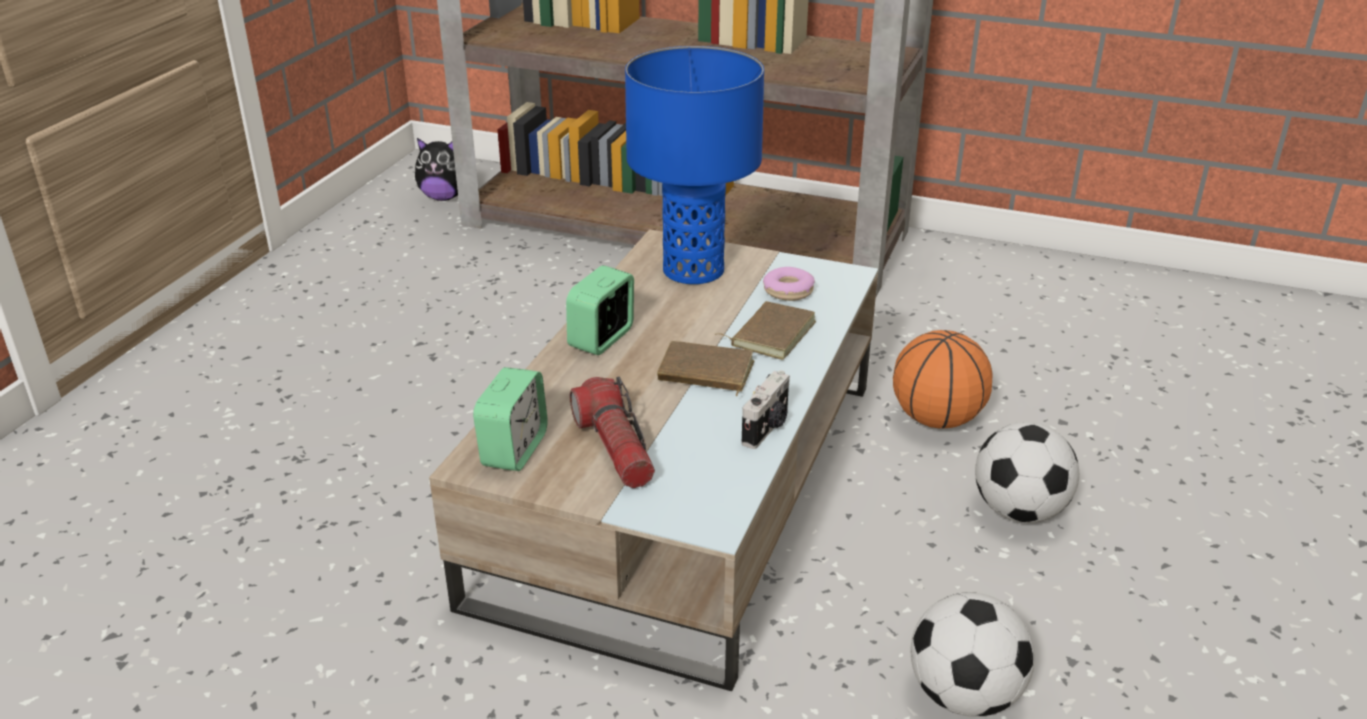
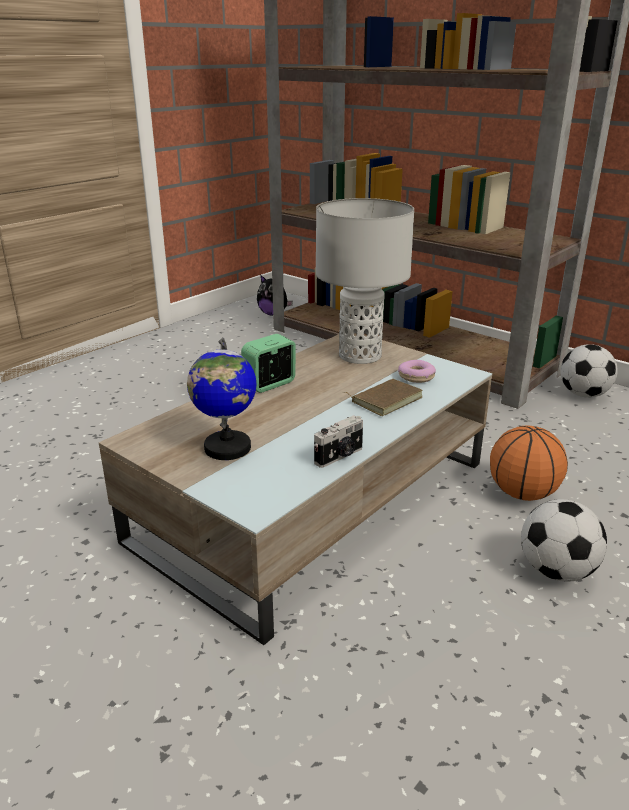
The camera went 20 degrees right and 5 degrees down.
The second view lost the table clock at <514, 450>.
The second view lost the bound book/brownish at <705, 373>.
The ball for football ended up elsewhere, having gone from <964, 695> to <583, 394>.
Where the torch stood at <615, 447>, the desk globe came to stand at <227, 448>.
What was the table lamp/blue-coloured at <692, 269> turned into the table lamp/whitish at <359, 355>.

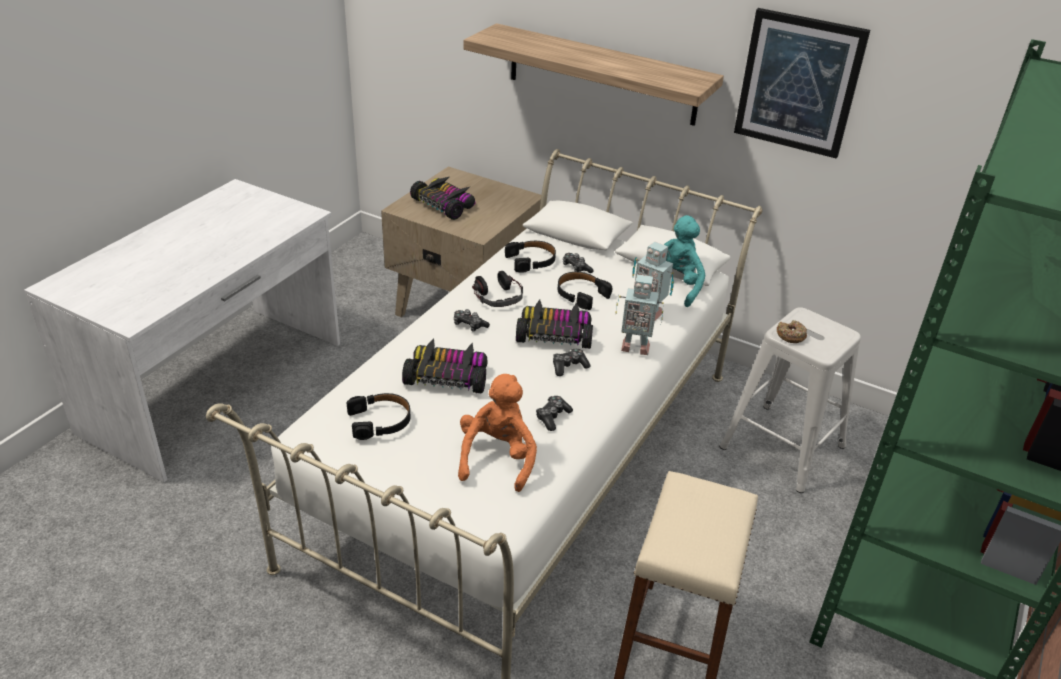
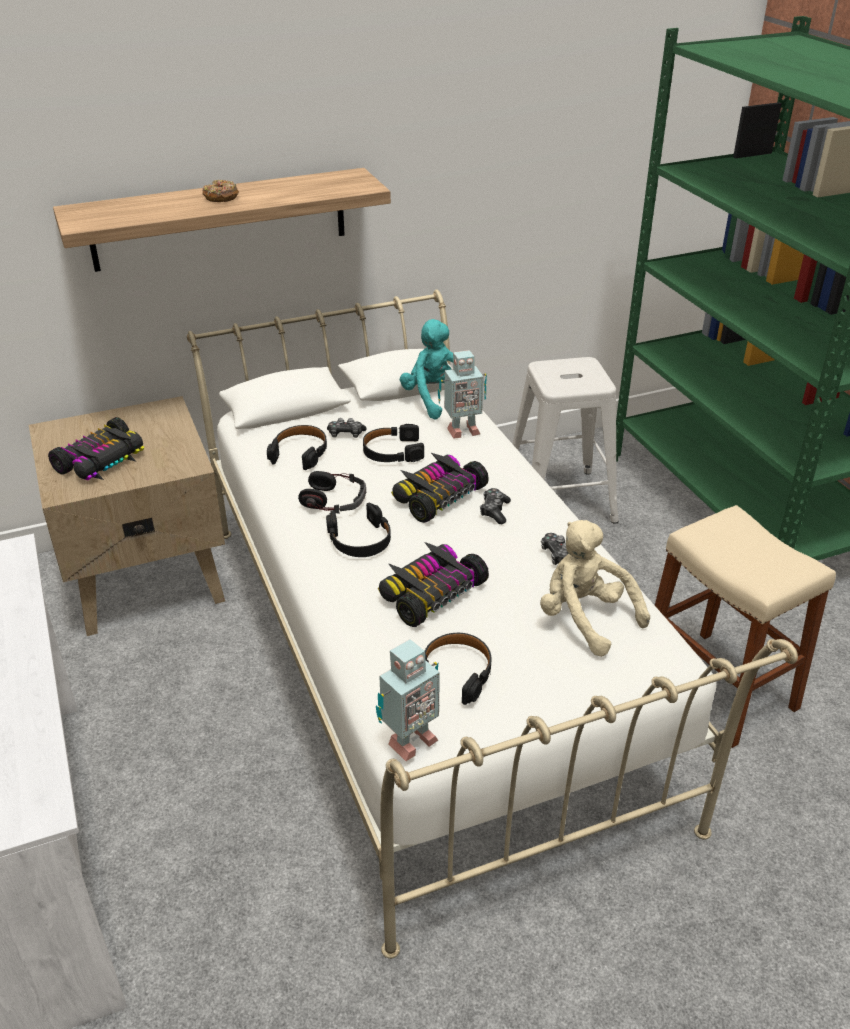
The camera went 50 degrees left and 0 degrees up.
The second view lost the wall picture at <798, 83>.
The robot figure ended up elsewhere, having gone from <634, 346> to <409, 741>.
The ring doughnut ended up elsewhere, having gone from <790, 336> to <221, 197>.
Where the gamepad stood at <469, 325>, the headphones/black came to stand at <360, 540>.
What was the cuddly toy/orangey at <497, 458> turned into the cuddly toy/sand-coloured at <585, 618>.
The toy car at <445, 205> ended up facing another way, 135 degrees clockwise from before.

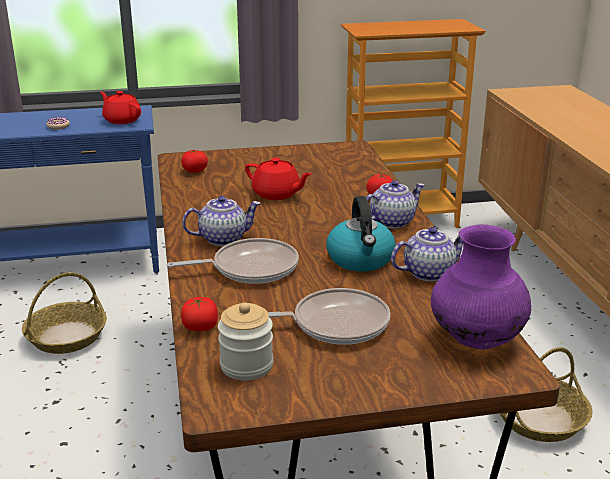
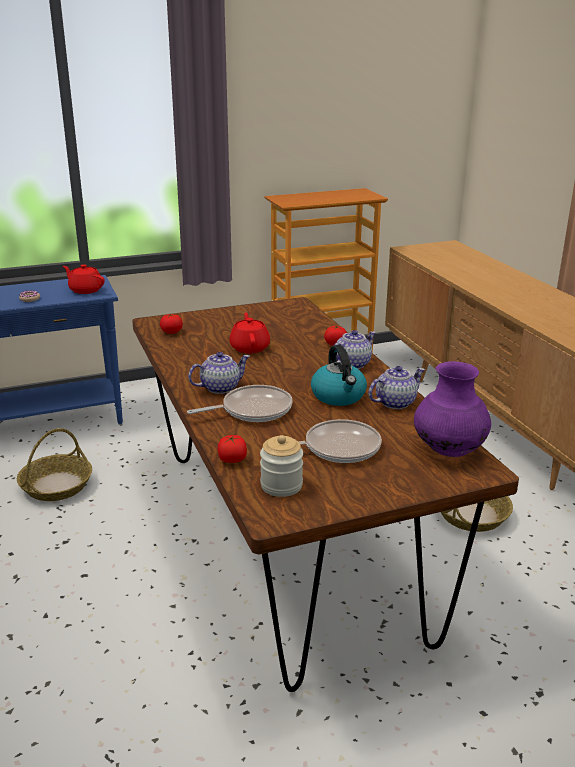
The camera went 10 degrees left and 0 degrees up.
The tea pot/red-coloured at <277, 194> ended up facing another way, 120 degrees counterclockwise from before.

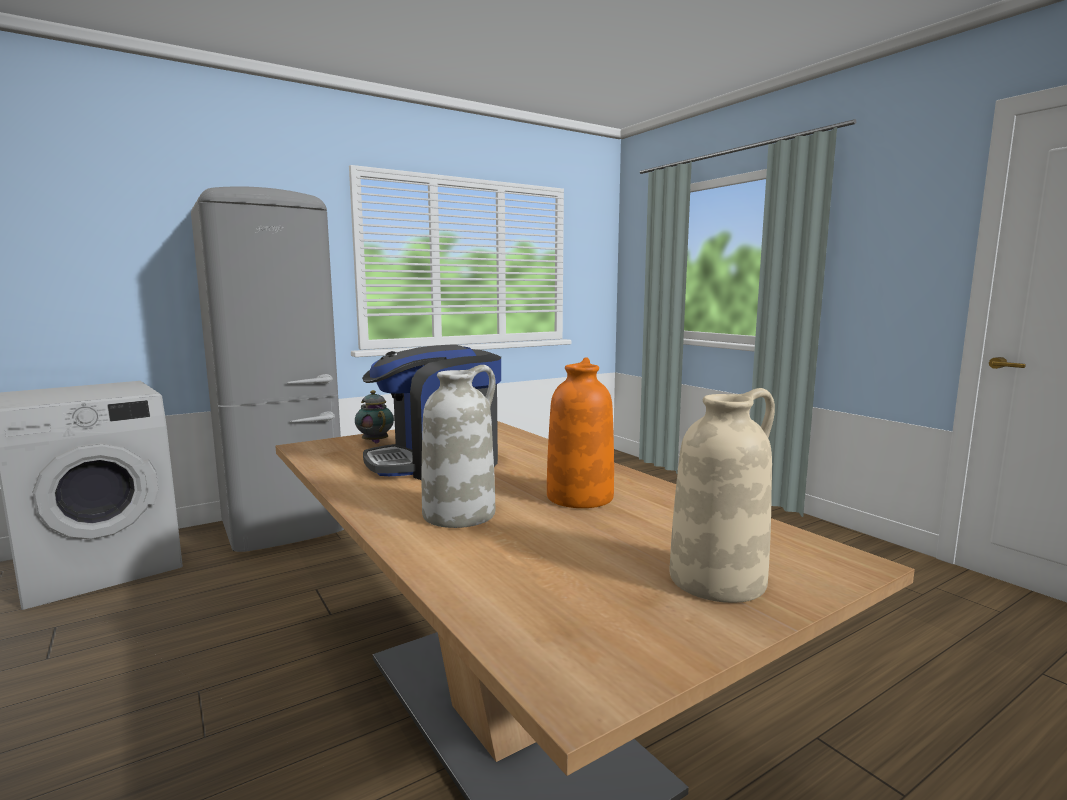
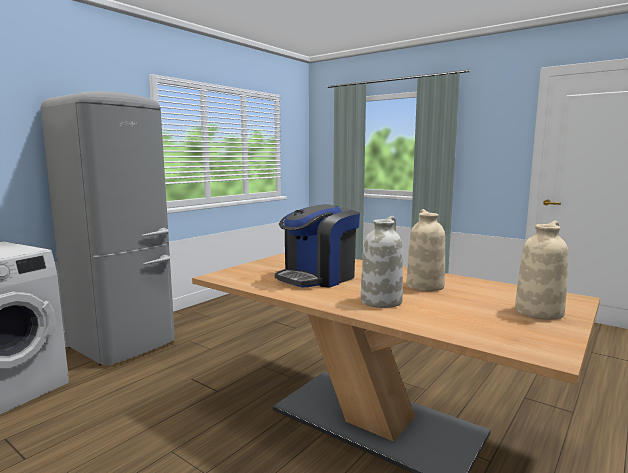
The camera went 20 degrees left and 0 degrees up.
The second view lost the tea pot at <375, 442>.
What was the decorative vase/orangey at <579, 496> turned into the decorative vase/sand-coloured at <424, 286>.

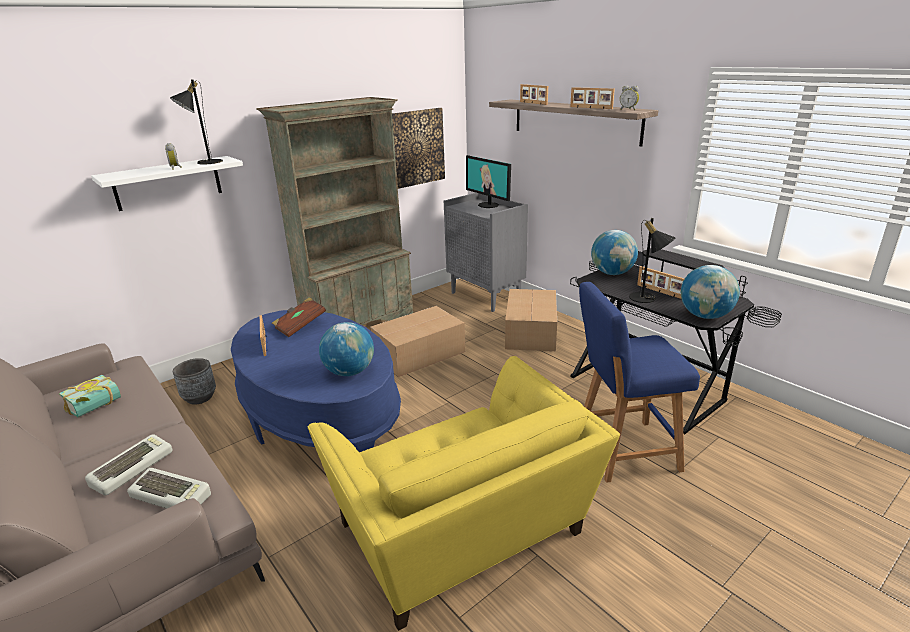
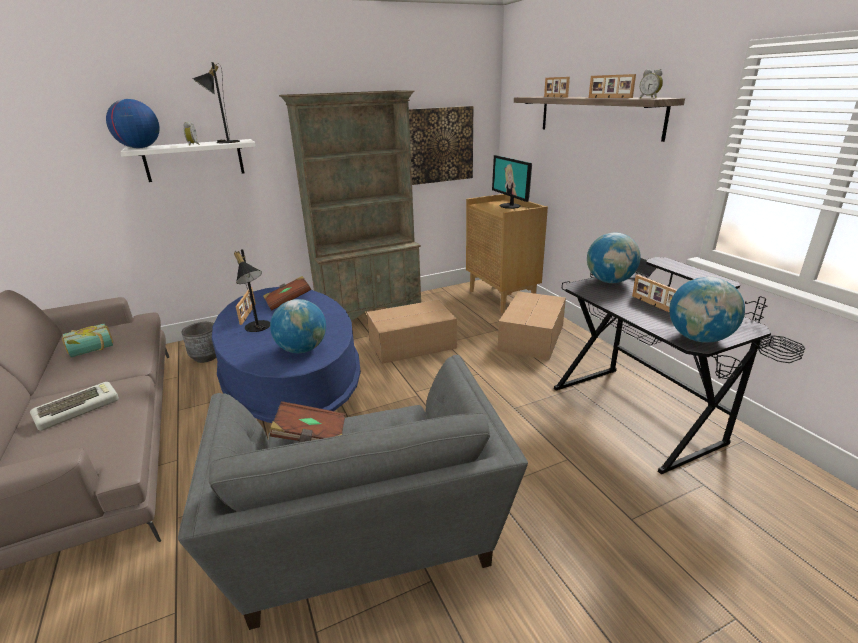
The camera went 15 degrees right and 0 degrees up.
The second view lost the PC keyboard at <173, 495>.
The second view lost the sitting stool/blue-coloured at <622, 451>.
The second view gained the desk globe at <139, 148>.
The second view gained the bound book/brownish at <311, 437>.
The table lamp/black ended up elsewhere, having gone from <647, 299> to <258, 328>.
What was the lounge chair/yellow-coloured at <463, 534> turned into the lounge chair/gray at <365, 537>.
What was the storage cabinet/gray at <486, 296> turned into the storage cabinet/brownish at <501, 298>.

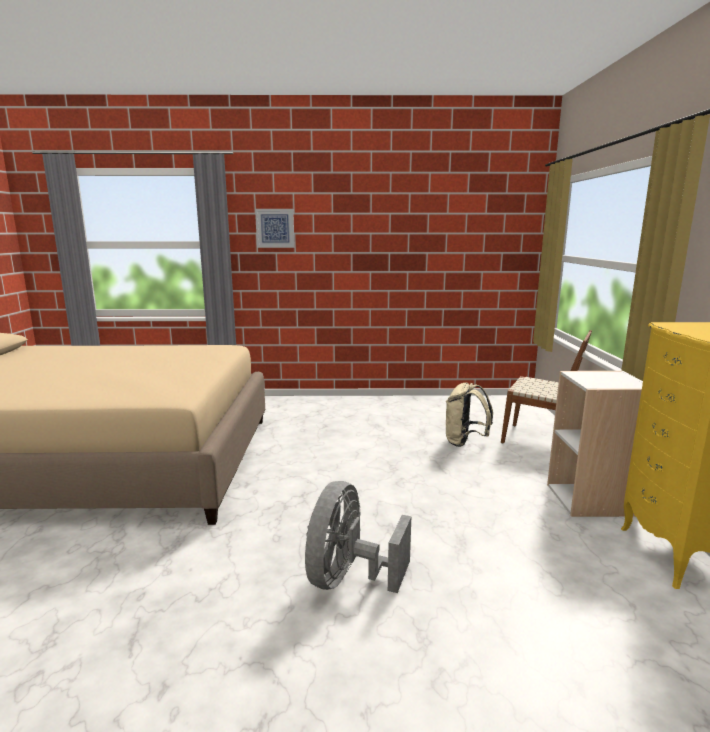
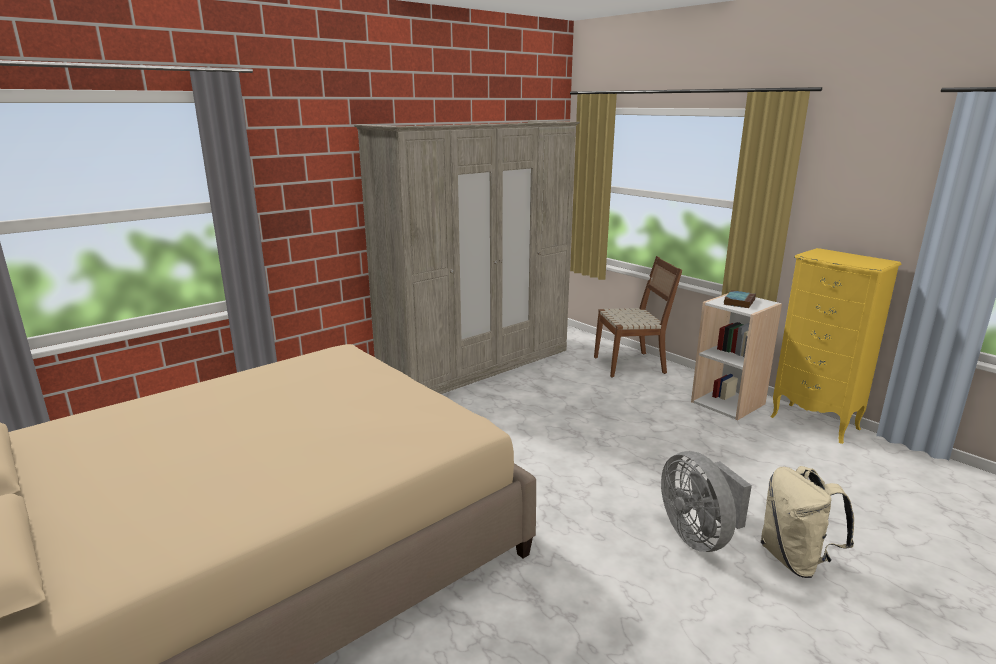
The camera went 40 degrees left and 5 degrees up.
The second view lost the wall picture at <275, 228>.
The second view gained the clothes cupboard/sand-coloured at <478, 365>.
The second view gained the bound book at <739, 302>.
The backpack/sand-coloured ended up elsewhere, having gone from <465, 442> to <795, 560>.

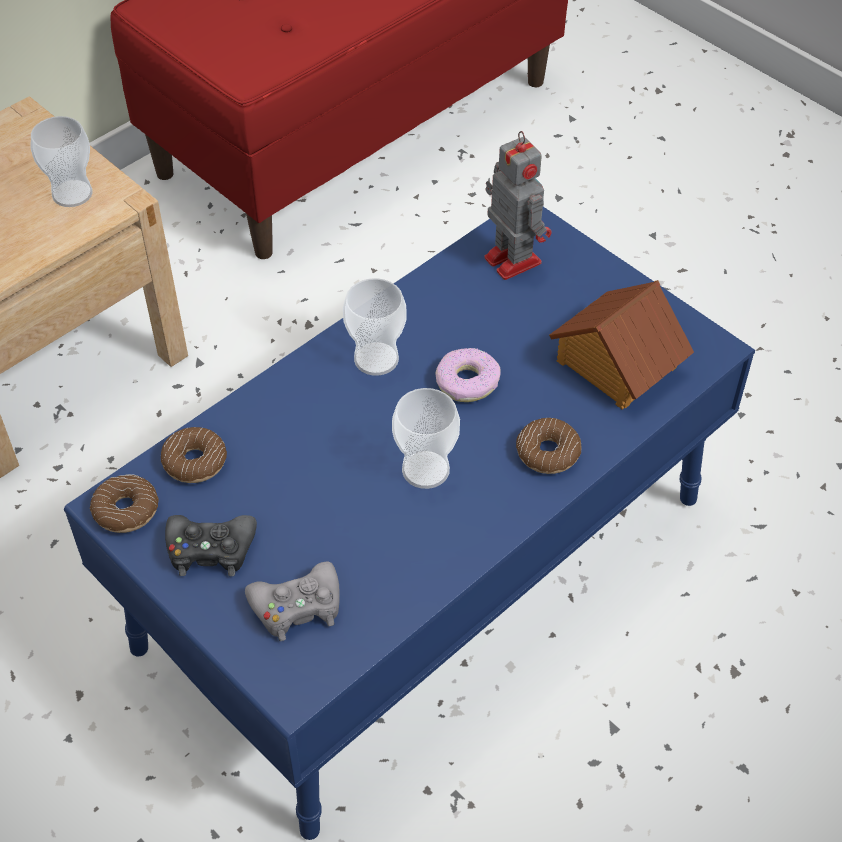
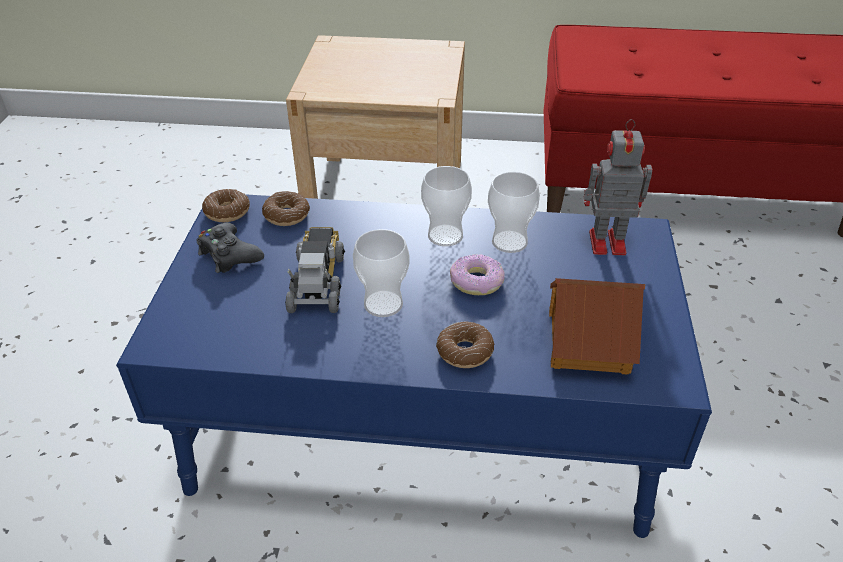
The camera went 50 degrees right and 10 degrees down.
The second view lost the gamepad/gray at <297, 607>.
The second view gained the model truck at <318, 280>.
The small cup ended up elsewhere, having gone from <72, 193> to <509, 242>.
The robot figure at <511, 258> ended up facing another way, 105 degrees counterclockwise from before.

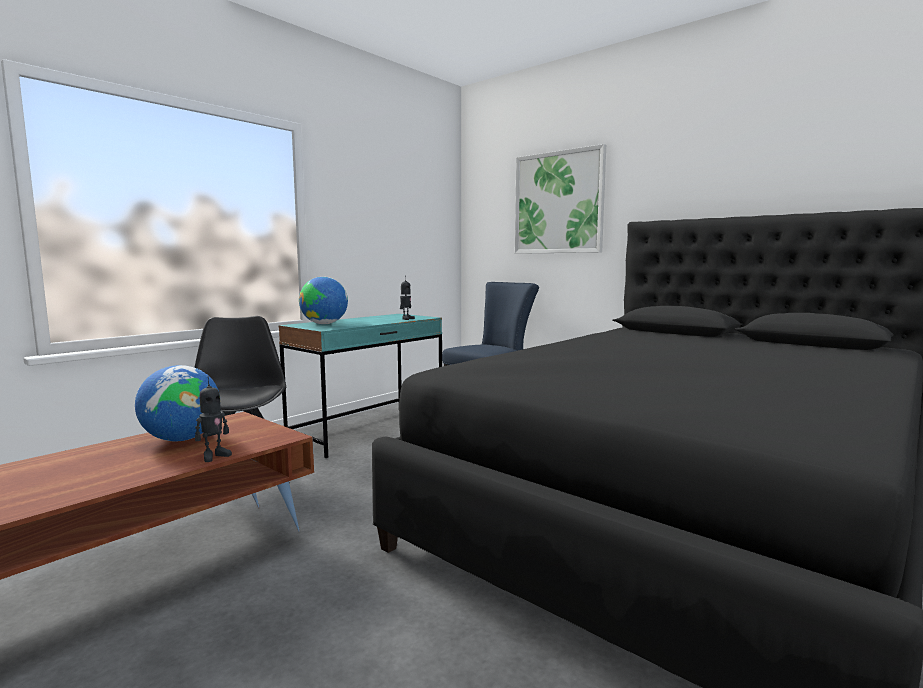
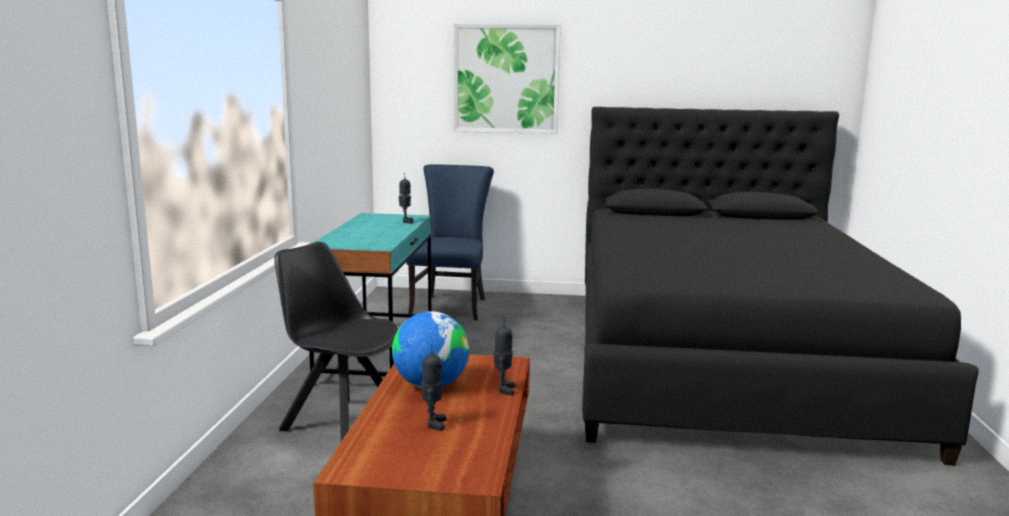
The camera went 35 degrees left and 5 degrees up.
The second view lost the desk globe at <324, 324>.
The second view gained the robot figure at <433, 424>.

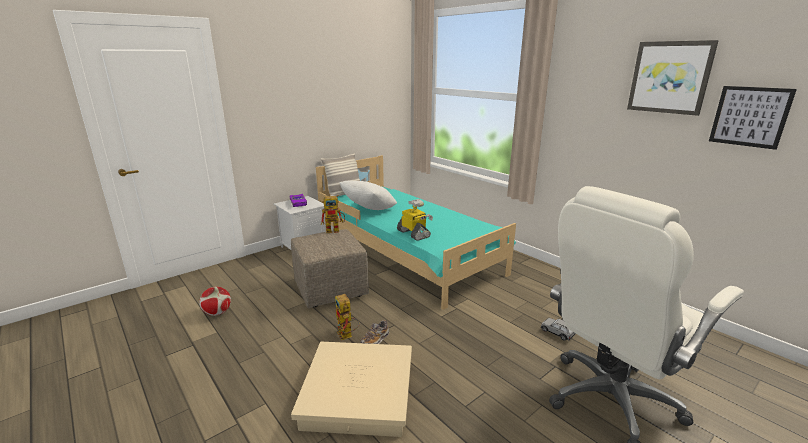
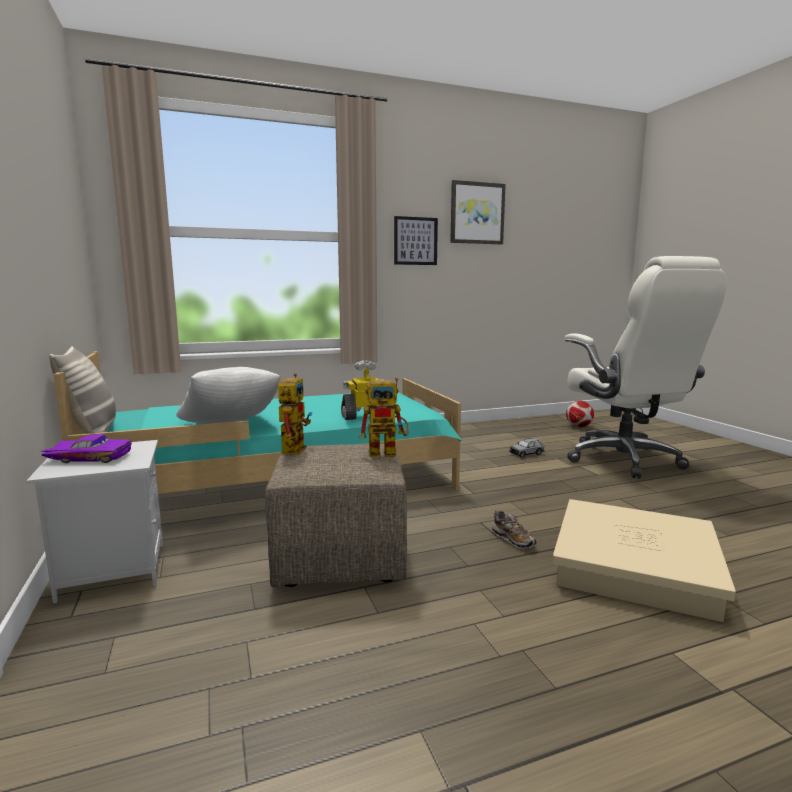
The camera went 70 degrees left and 10 degrees down.
The ball for football ended up elsewhere, having gone from <217, 313> to <578, 426>.
The robot figure ended up elsewhere, having gone from <347, 336> to <388, 452>.
The wall picture ended up elsewhere, having gone from <749, 116> to <415, 241>.

